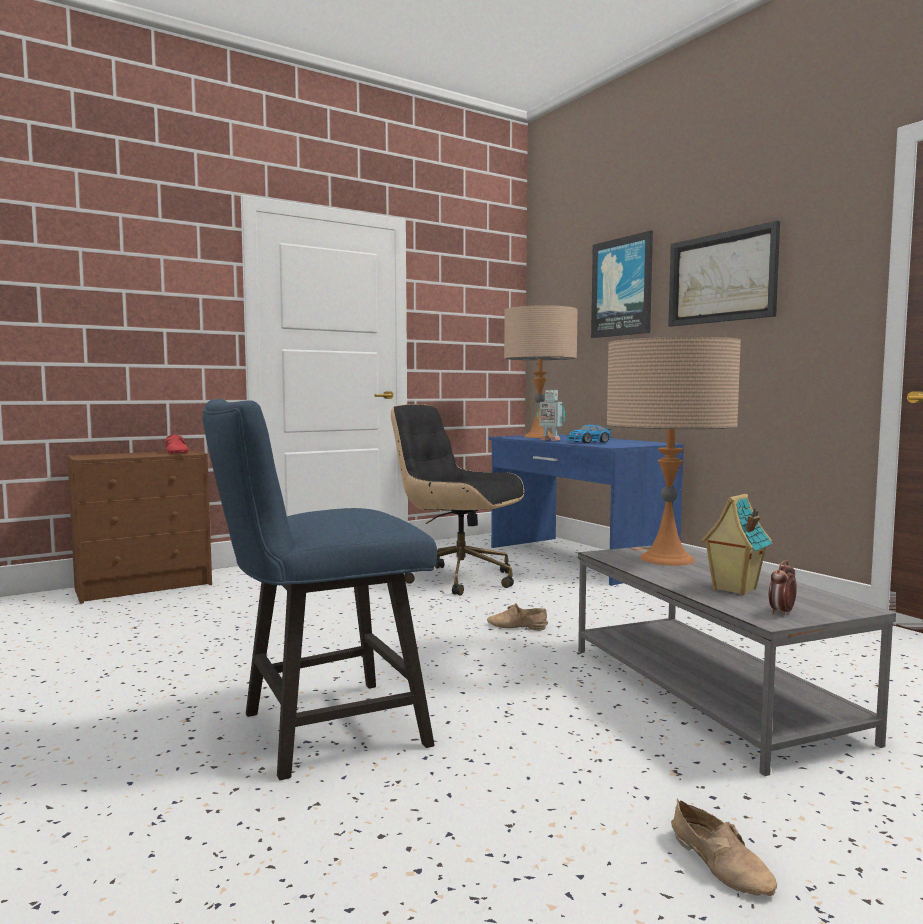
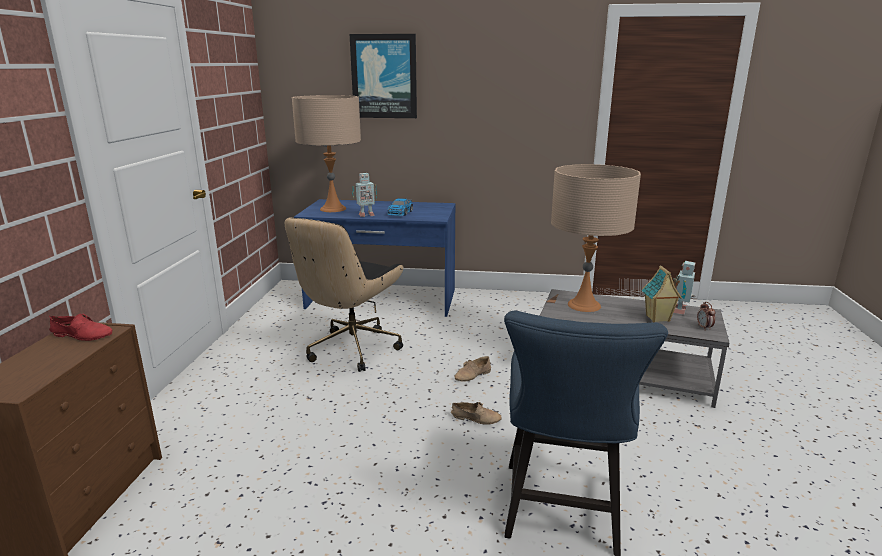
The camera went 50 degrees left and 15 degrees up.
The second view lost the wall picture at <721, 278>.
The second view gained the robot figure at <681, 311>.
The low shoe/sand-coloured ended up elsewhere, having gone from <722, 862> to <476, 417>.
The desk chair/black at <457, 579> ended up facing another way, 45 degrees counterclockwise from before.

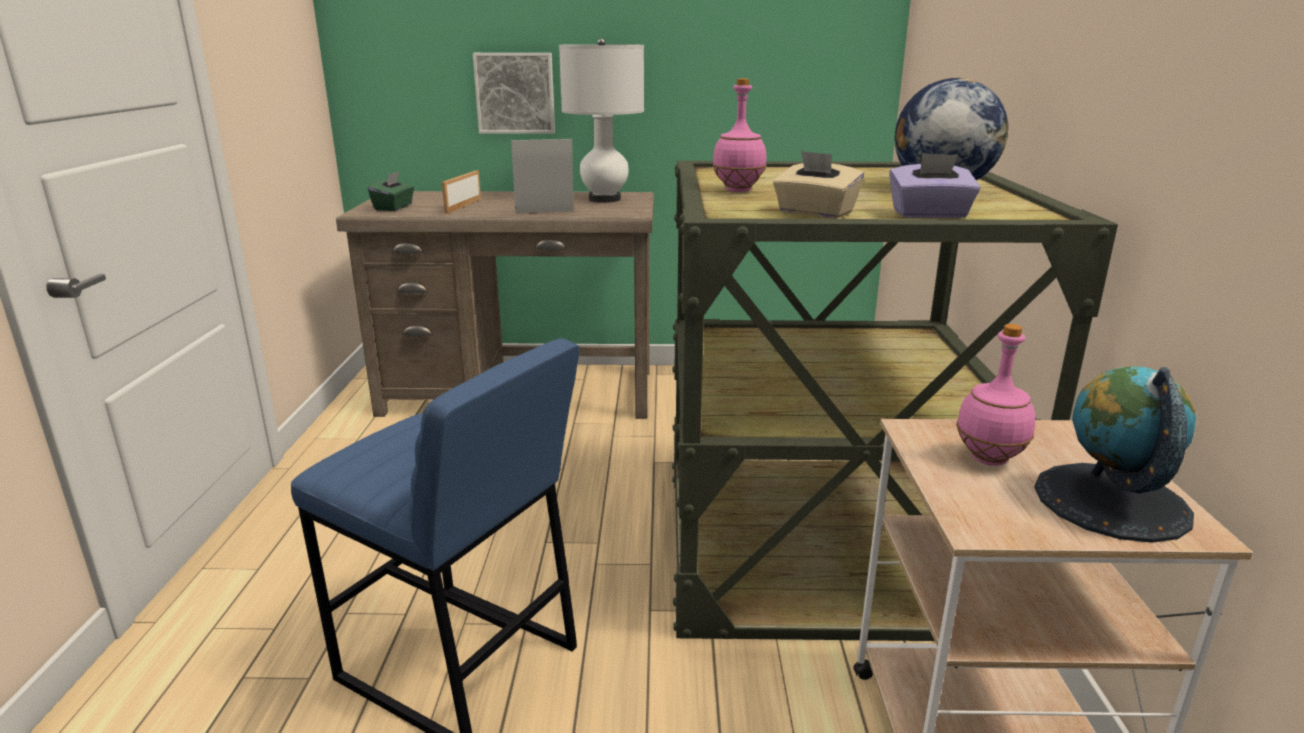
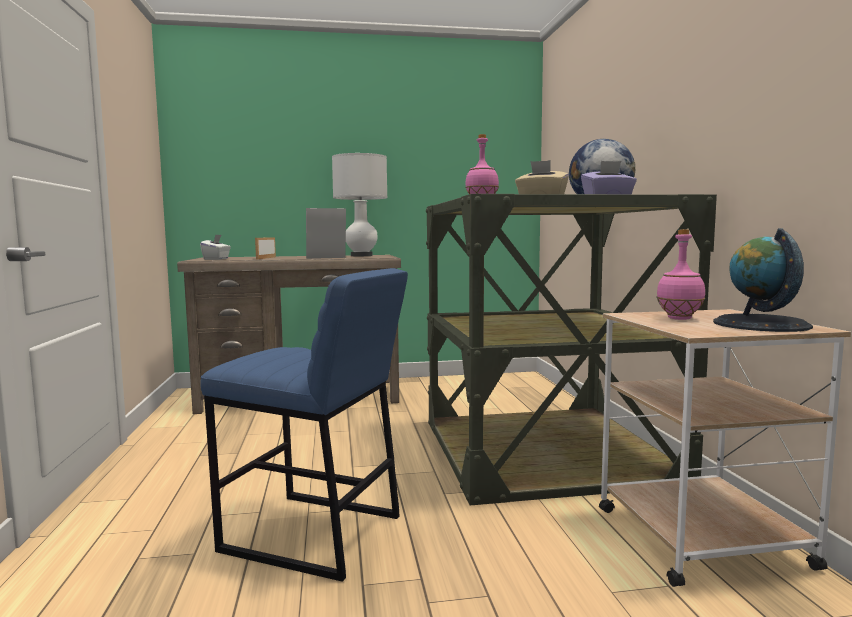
The camera went 10 degrees left and 15 degrees down.
The second view lost the wall picture at <515, 93>.
What was the tissue holder/green at <394, 207> turned into the tissue holder/whitish at <216, 259>.

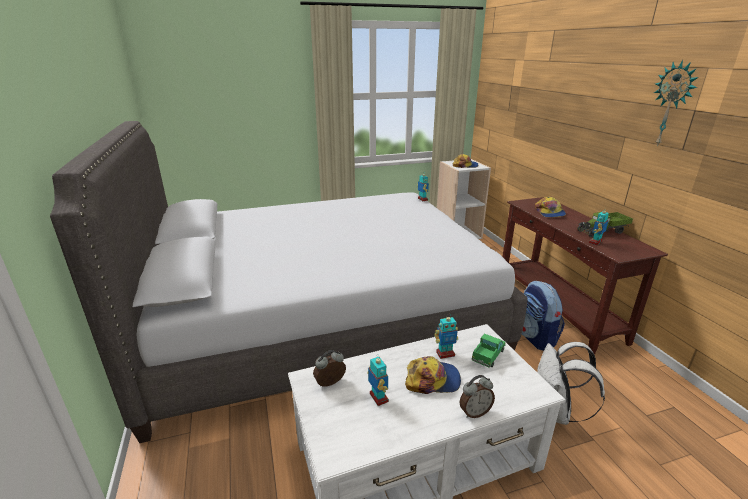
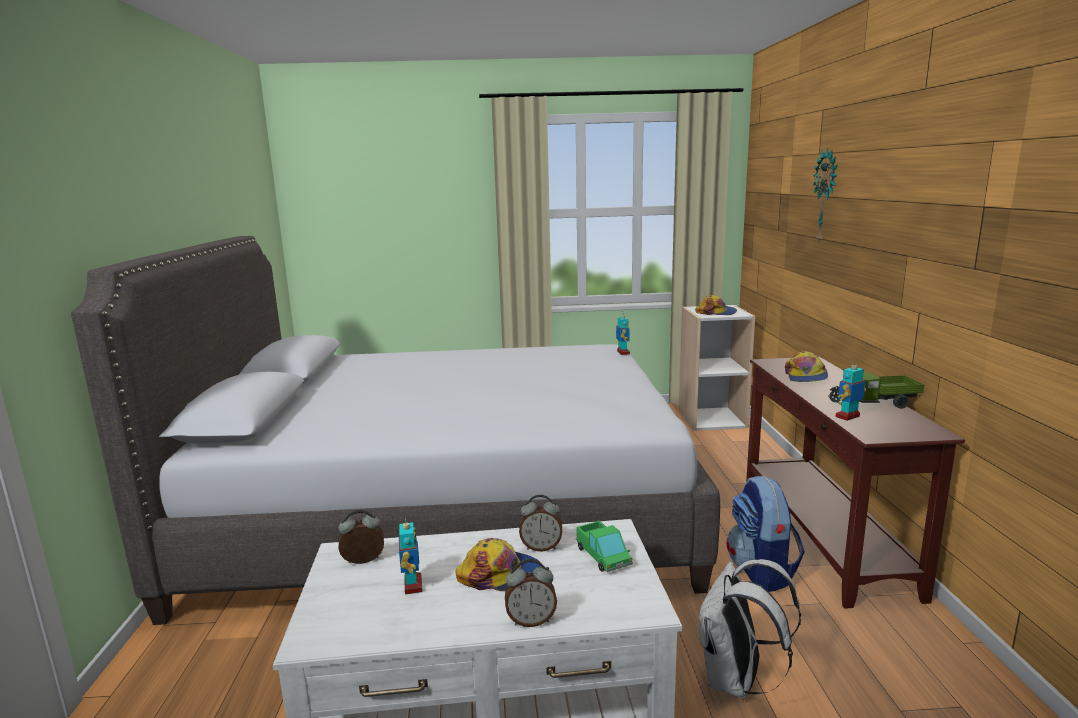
The camera went 15 degrees right and 10 degrees down.
The hanging clock ended up elsewhere, having gone from <671, 105> to <827, 196>.
Where the robot figure stood at <445, 354>, the table clock came to stand at <541, 547>.
The model truck at <488, 355> ended up facing another way, 105 degrees clockwise from before.

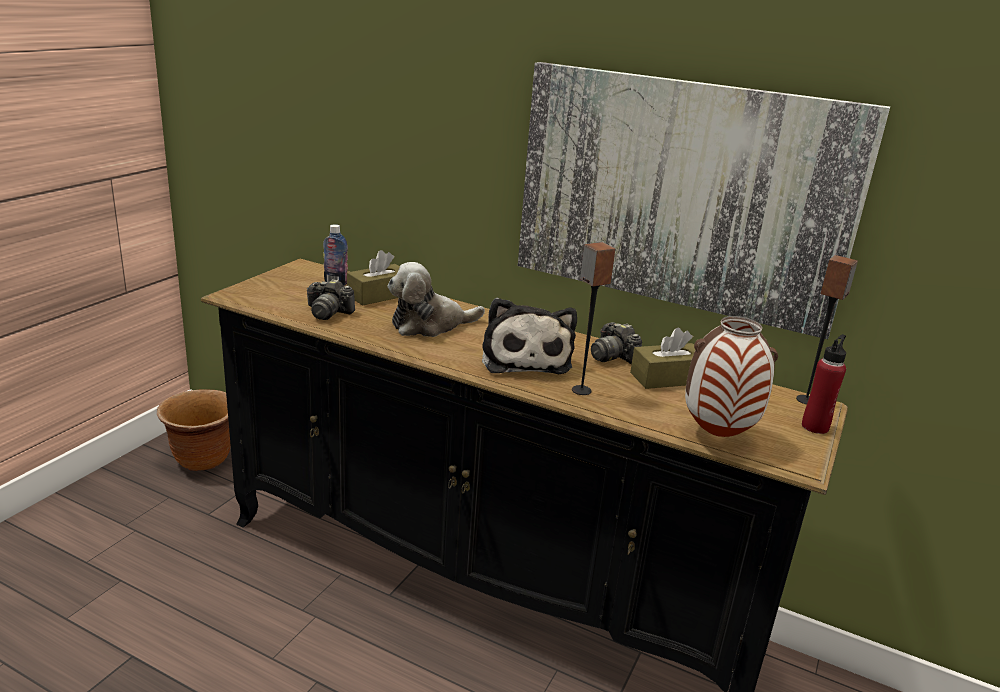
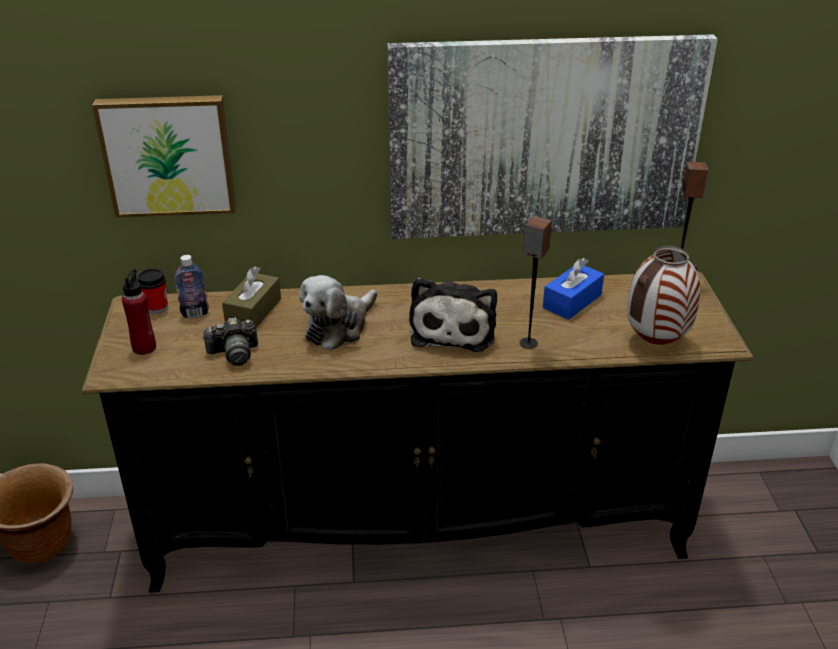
The camera went 30 degrees left and 10 degrees up.
The second view lost the still camera at <613, 356>.
The second view gained the wall picture at <168, 154>.
The second view gained the small cup at <156, 308>.
The drink bottle/red-coloured ended up elsewhere, having gone from <815, 426> to <144, 347>.
What was the tissue holder/brownish at <667, 378> turned into the tissue holder/blue-coloured at <572, 301>.
The cuddly toy at <525, 358> ended up facing another way, 45 degrees clockwise from before.

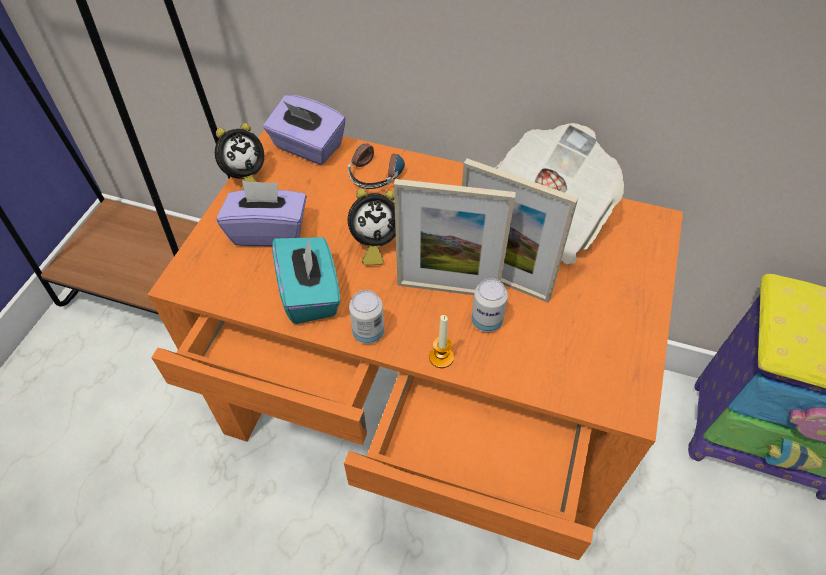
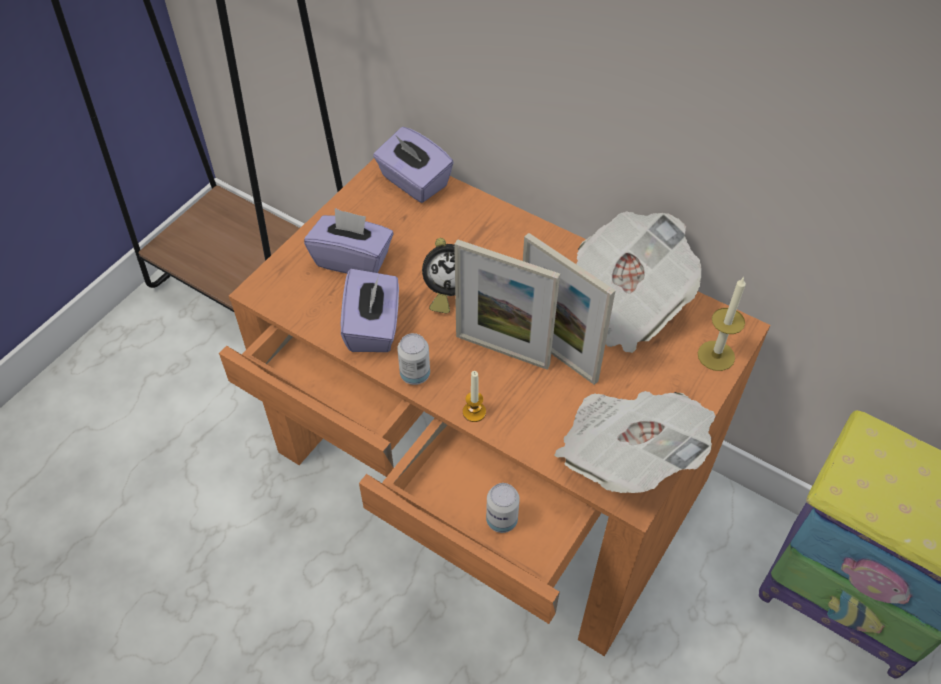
The camera went 15 degrees right and 0 degrees up.
The second view lost the table clock at <245, 179>.
The second view lost the headphones at <378, 169>.
The second view gained the newspaper at <626, 454>.
The second view gained the candle at <716, 355>.
The metal can ended up elsewhere, having gone from <486, 321> to <501, 520>.
What was the tissue holder/turquoise at <310, 294> turned into the tissue holder/purple at <373, 327>.

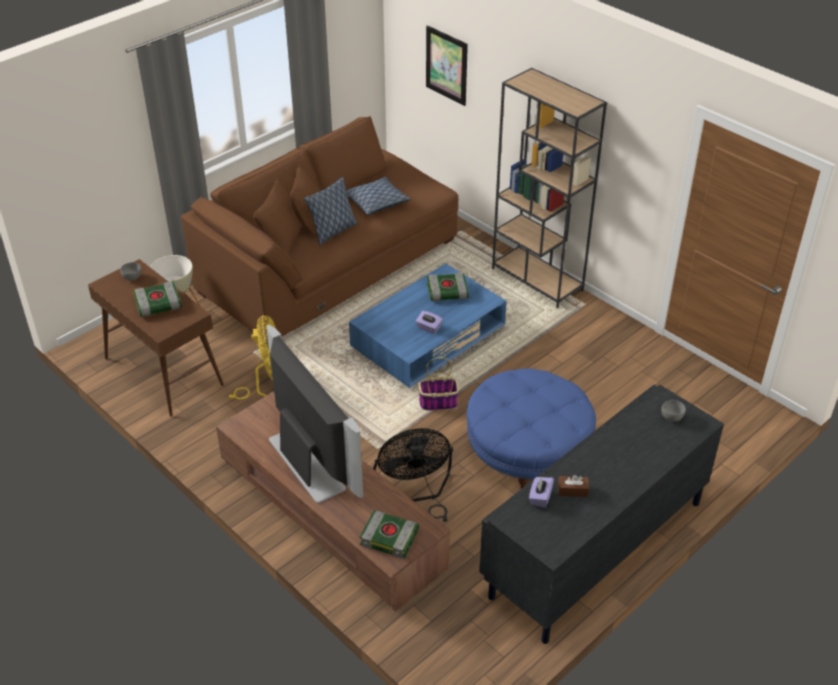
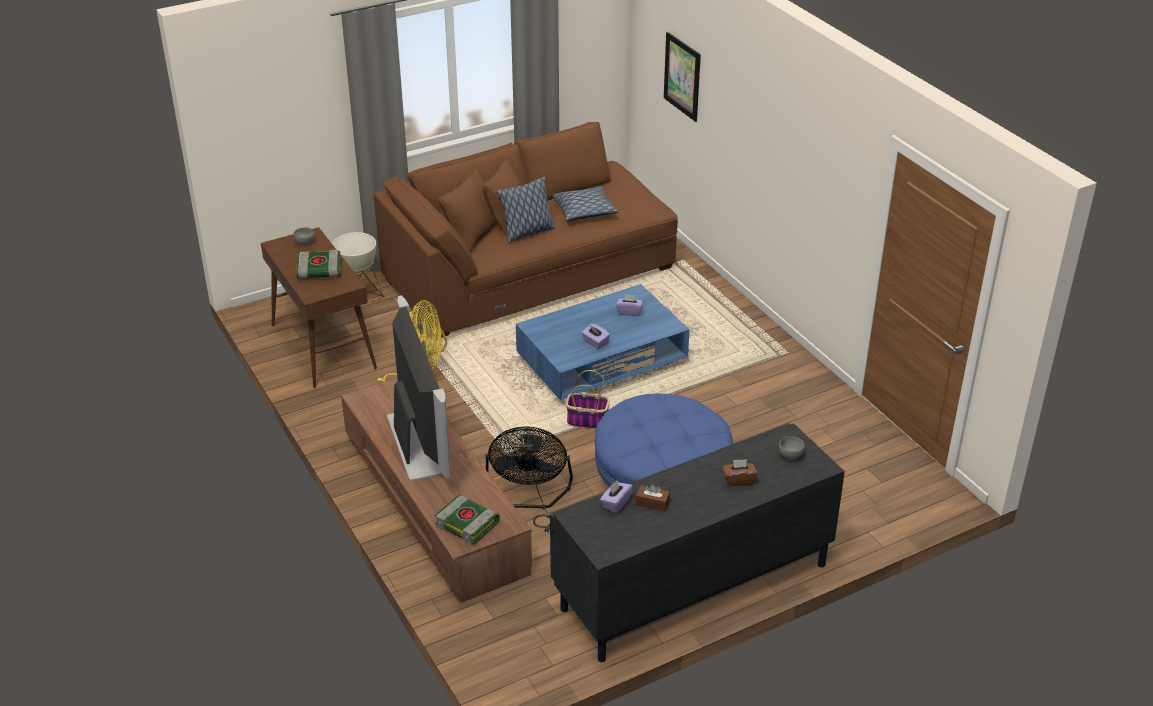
The camera went 15 degrees right and 5 degrees down.
The second view lost the bookshelf at <538, 280>.
The second view gained the tissue holder/brownish at <738, 480>.
Where the bound book stood at <446, 292>, the tissue holder/purple came to stand at <629, 312>.

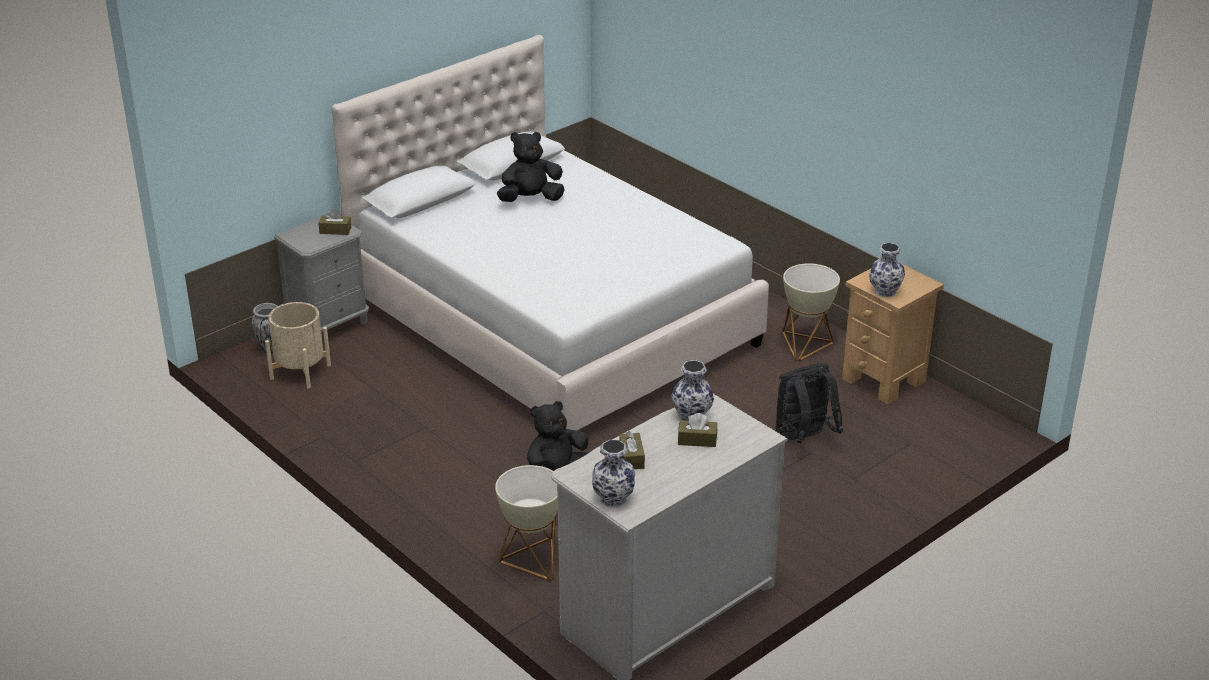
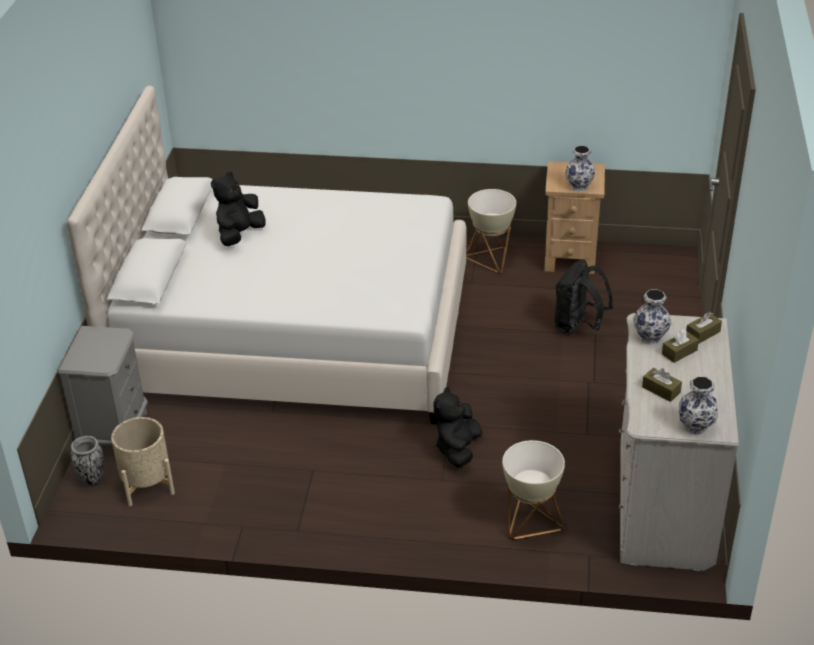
The camera went 40 degrees left and 5 degrees up.
The tissue holder/brownish ended up elsewhere, having gone from <335, 230> to <702, 334>.

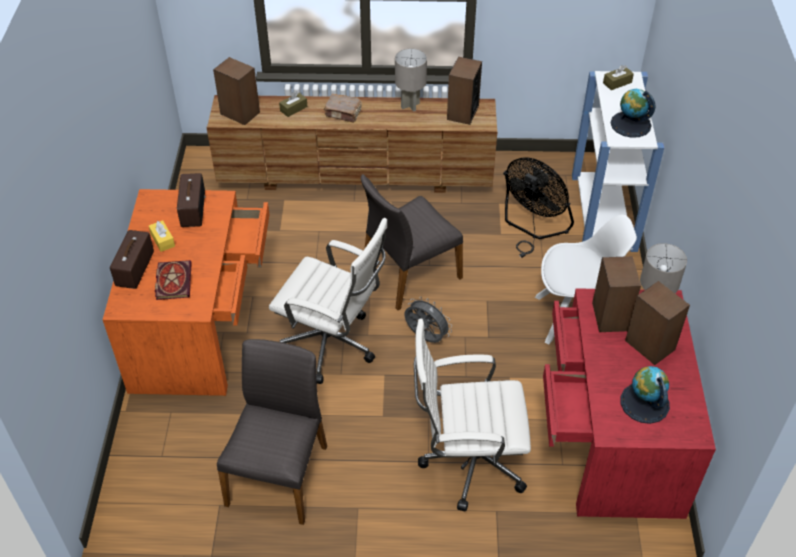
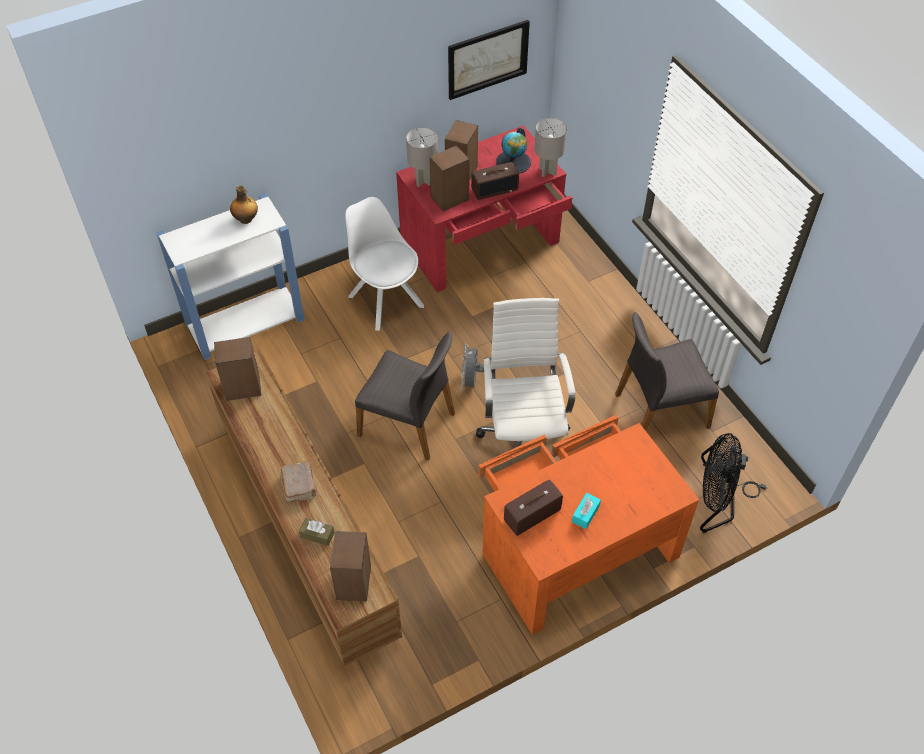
The camera went 120 degrees left and 5 degrees up.
The second view lost the bound book at <173, 280>.
The second view lost the desk chair/whitish at <468, 463>.
The second view lost the tissue holder/brownish at <617, 83>.
The second view gained the wall picture at <487, 59>.
The radio ended up elsewhere, having gone from <135, 269> to <494, 189>.
The table lamp/gray ended up elsewhere, having gone from <410, 105> to <547, 171>.
The fan/black ended up elsewhere, having gone from <530, 226> to <720, 497>.
Where the desk globe stood at <630, 124>, the drink bottle came to stand at <246, 219>.
What was the tissue holder/yellow-coloured at <162, 240> turned into the tissue holder/turquoise at <585, 514>.

